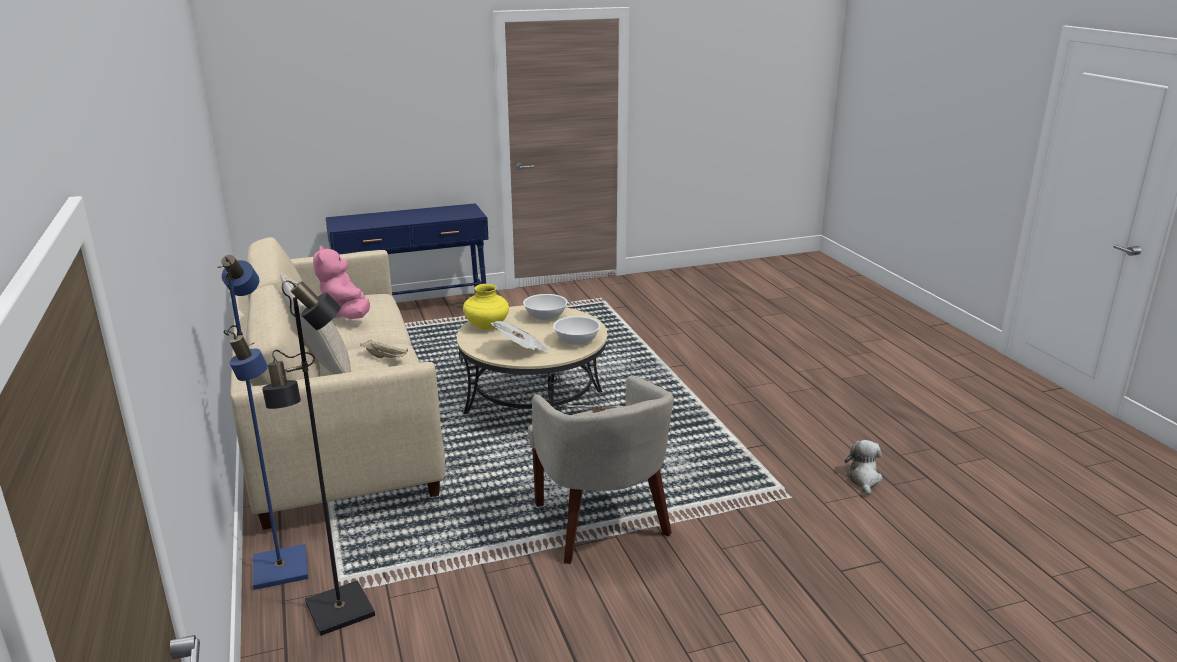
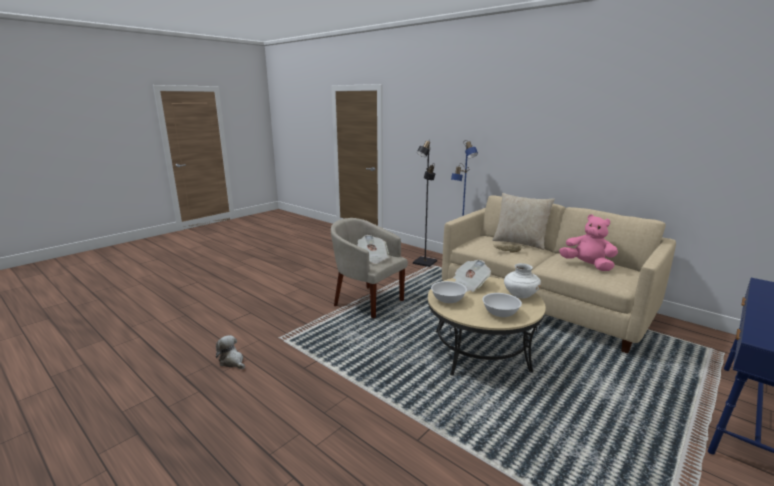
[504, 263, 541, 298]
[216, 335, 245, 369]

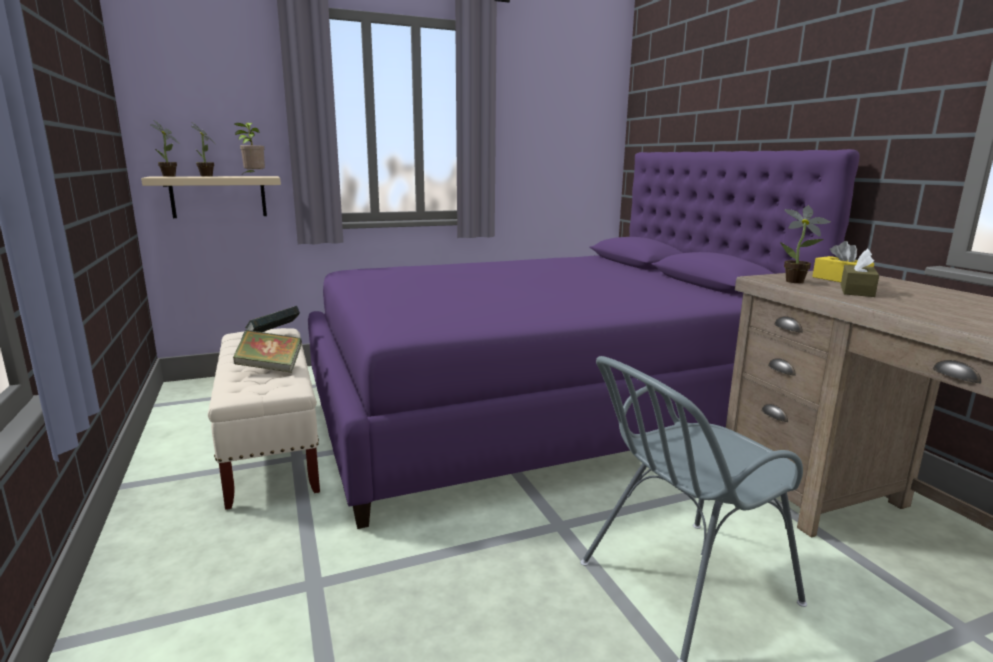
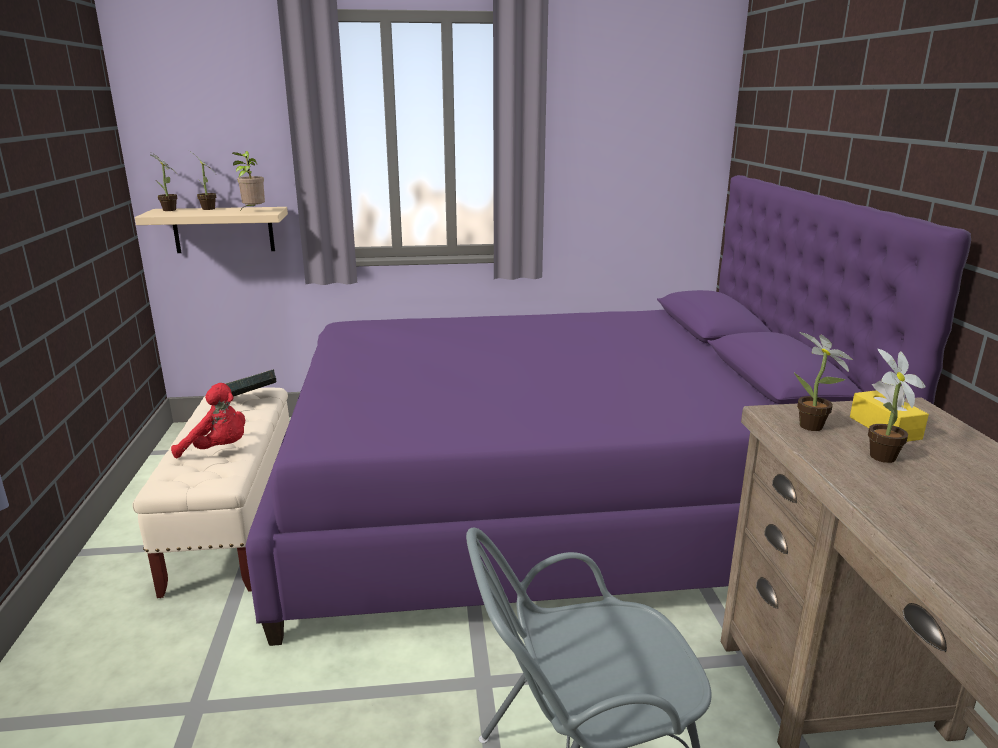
[171, 383, 245, 458]
[868, 349, 926, 463]

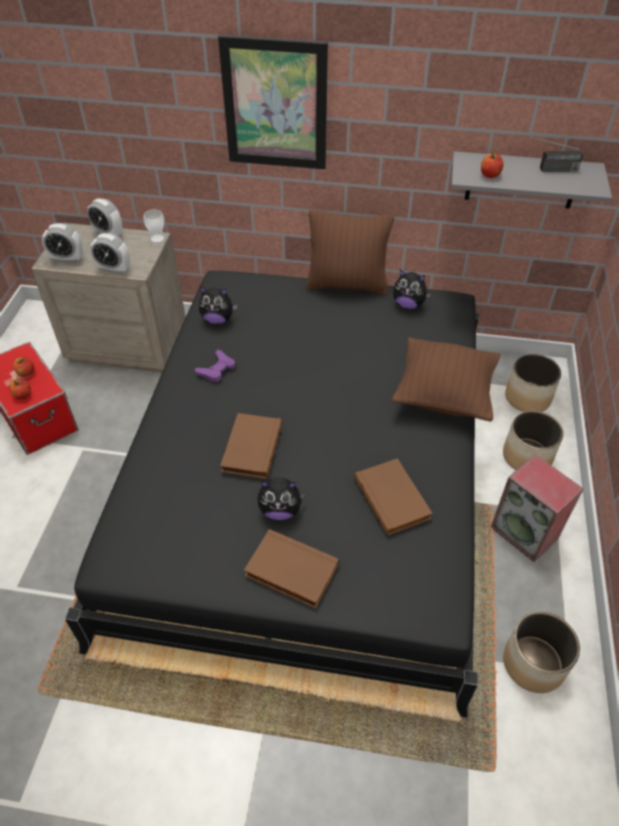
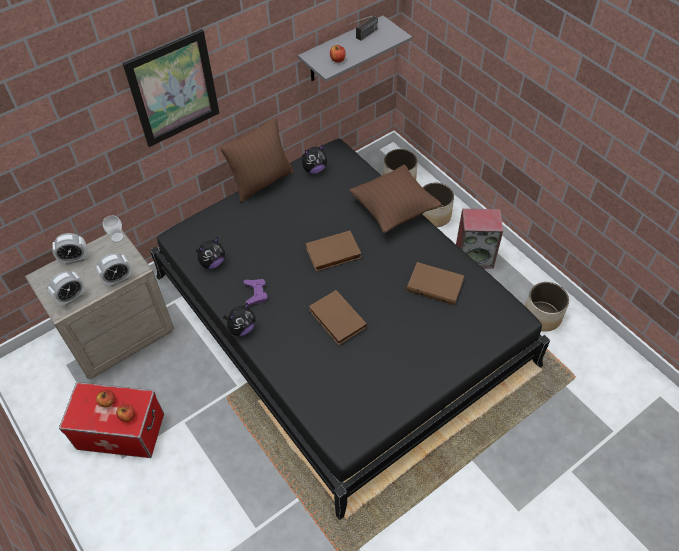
[305, 231, 361, 271]
[223, 303, 255, 336]

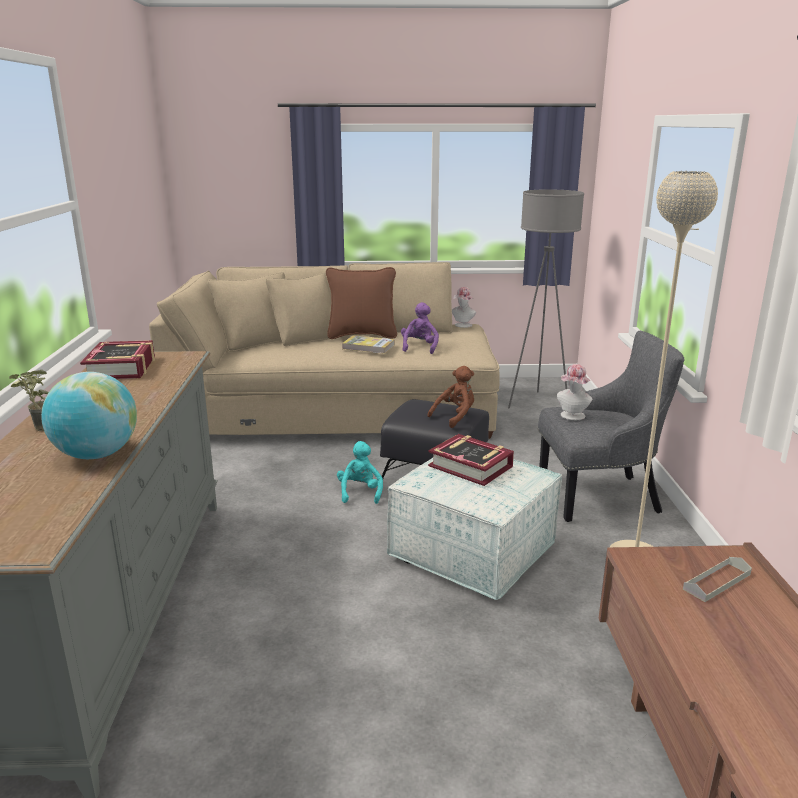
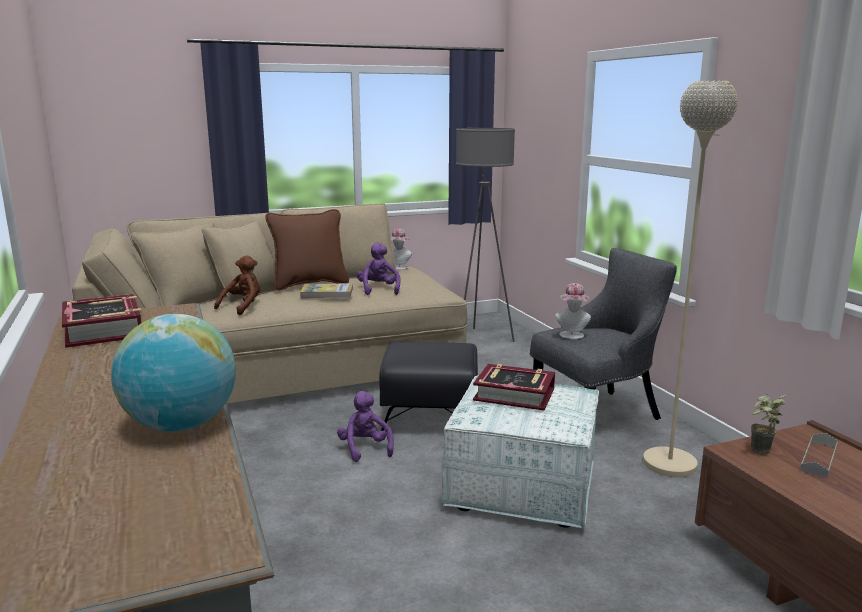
[751, 393, 788, 455]
[214, 255, 260, 315]
[337, 391, 394, 462]

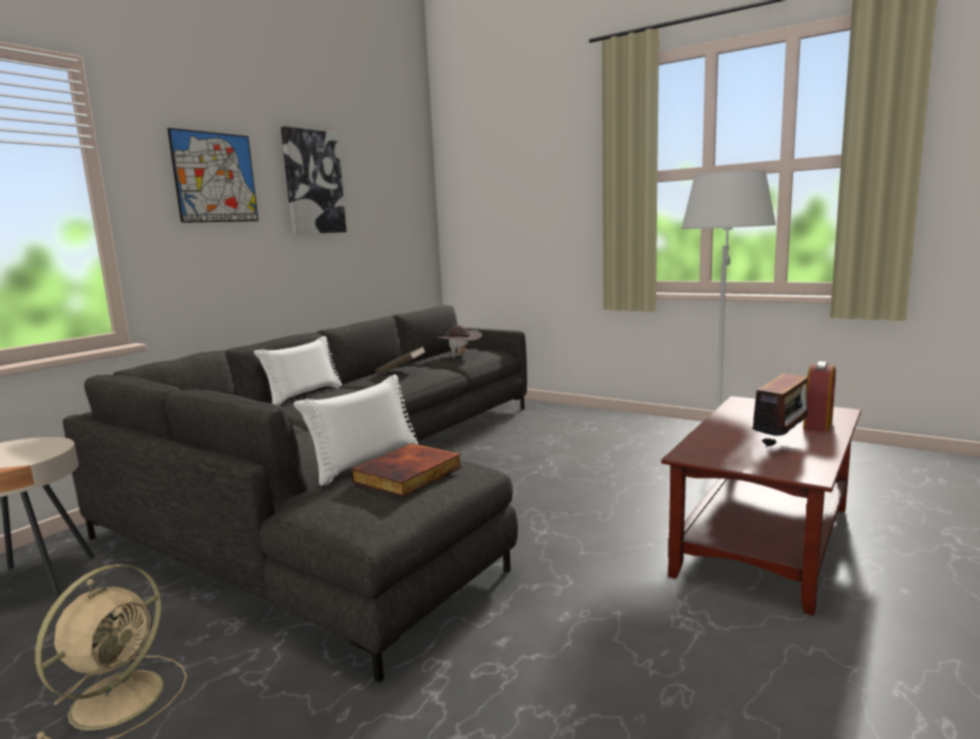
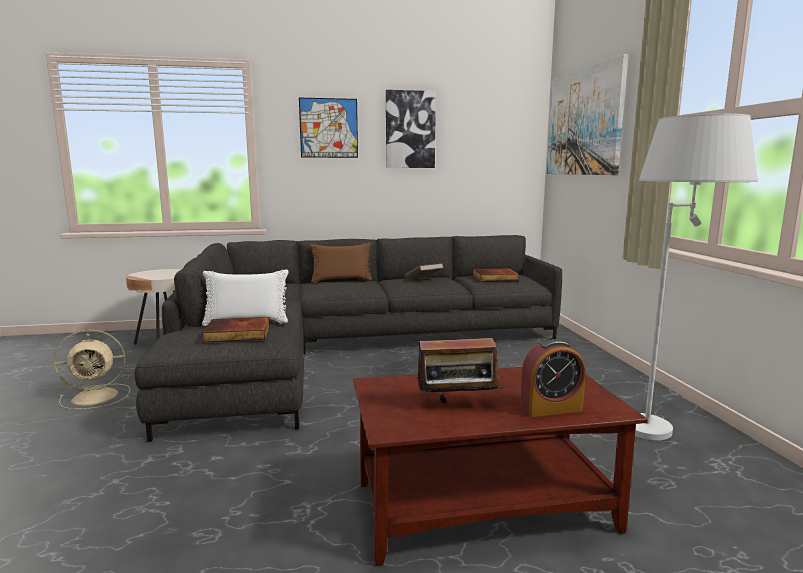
[547, 54, 628, 175]
[473, 268, 519, 282]
[309, 242, 372, 283]

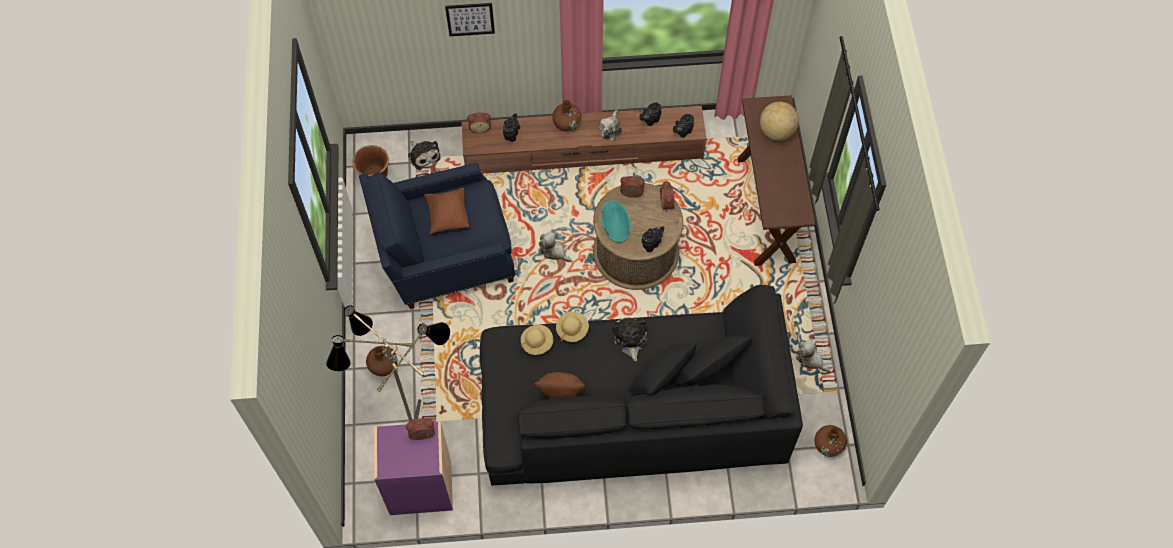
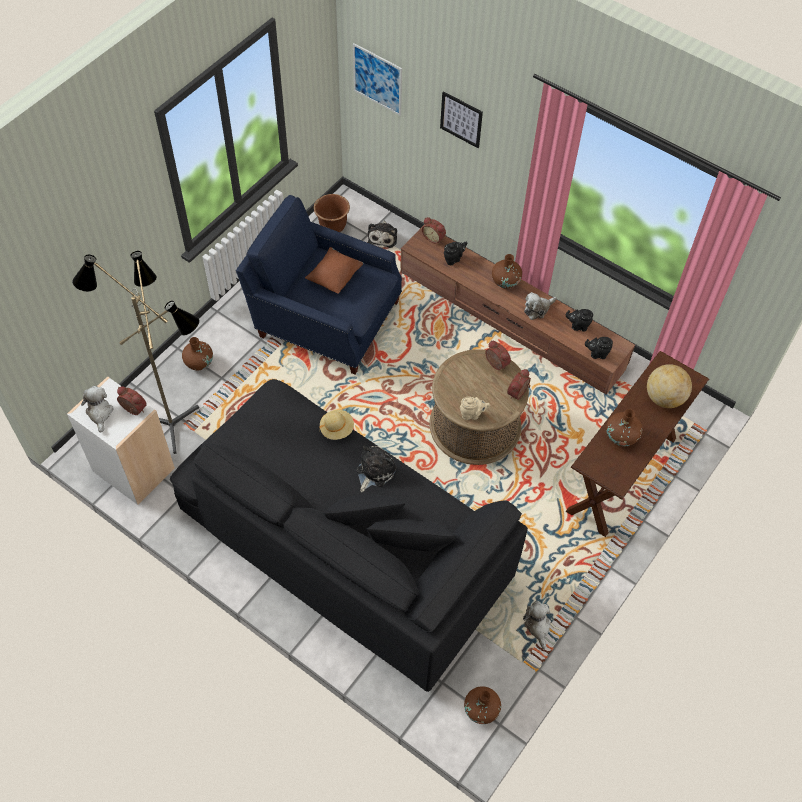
[521, 325, 553, 355] (first image)
[534, 372, 585, 398] (first image)
[601, 200, 631, 243] (first image)
[353, 43, 402, 116]
[606, 409, 642, 446]
[81, 386, 114, 433]
[67, 376, 175, 505]
[460, 397, 490, 420]

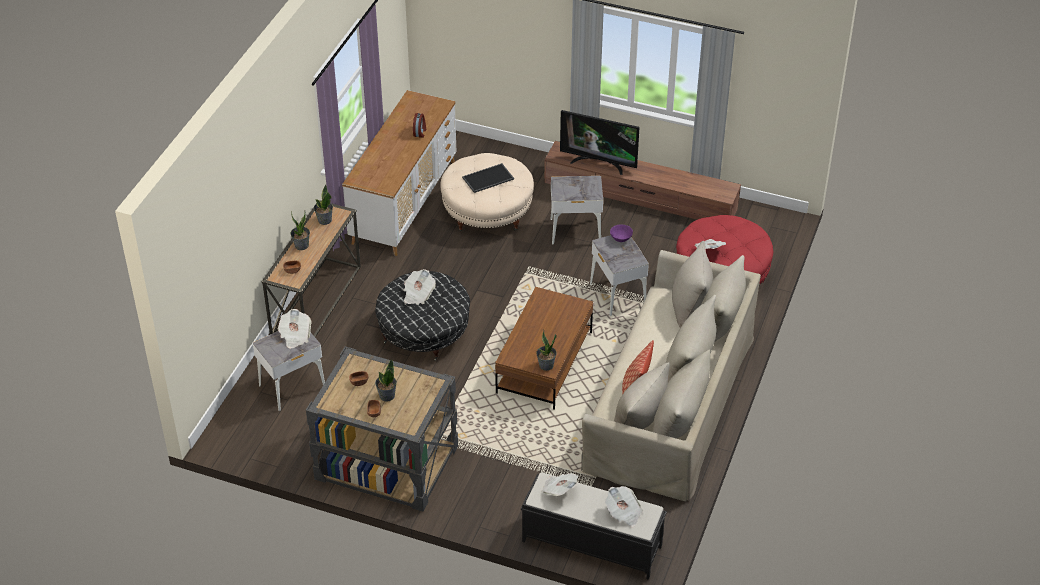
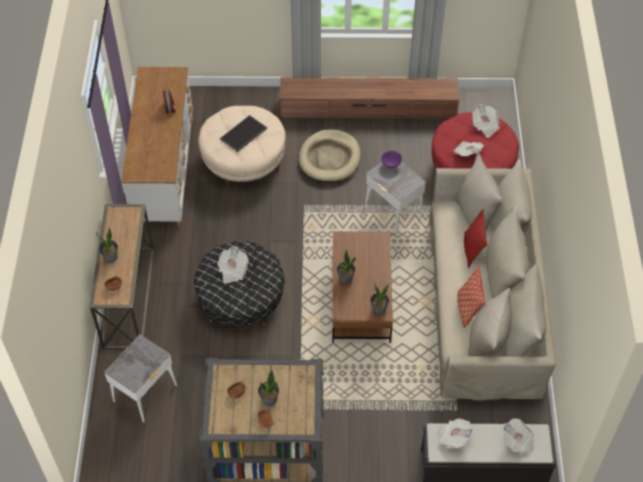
[560, 110, 639, 175] (first image)
[464, 209, 488, 268]
[472, 104, 500, 138]
[337, 249, 356, 284]
[299, 130, 361, 182]

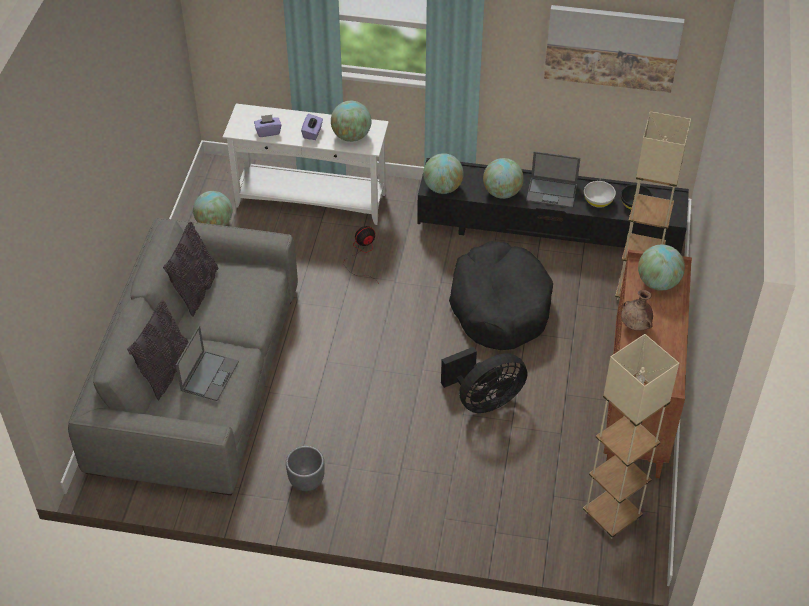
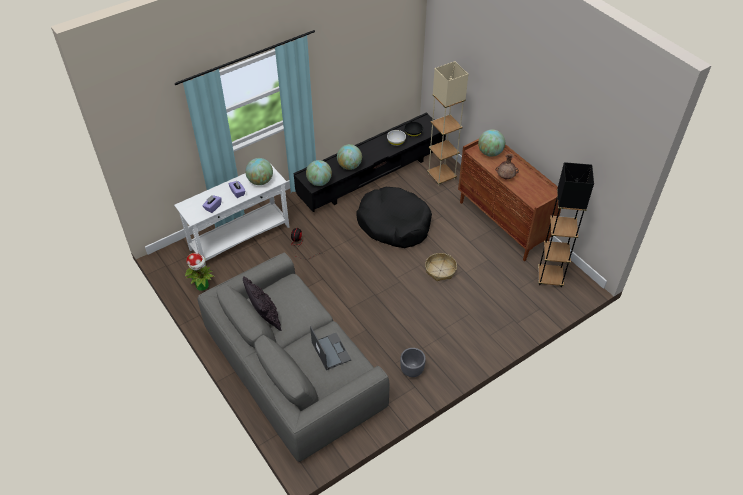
[127, 300, 188, 401] (first image)
[526, 151, 580, 208] (first image)
[544, 5, 684, 93] (first image)
[185, 253, 215, 291]
[425, 253, 457, 281]
[538, 162, 594, 287]

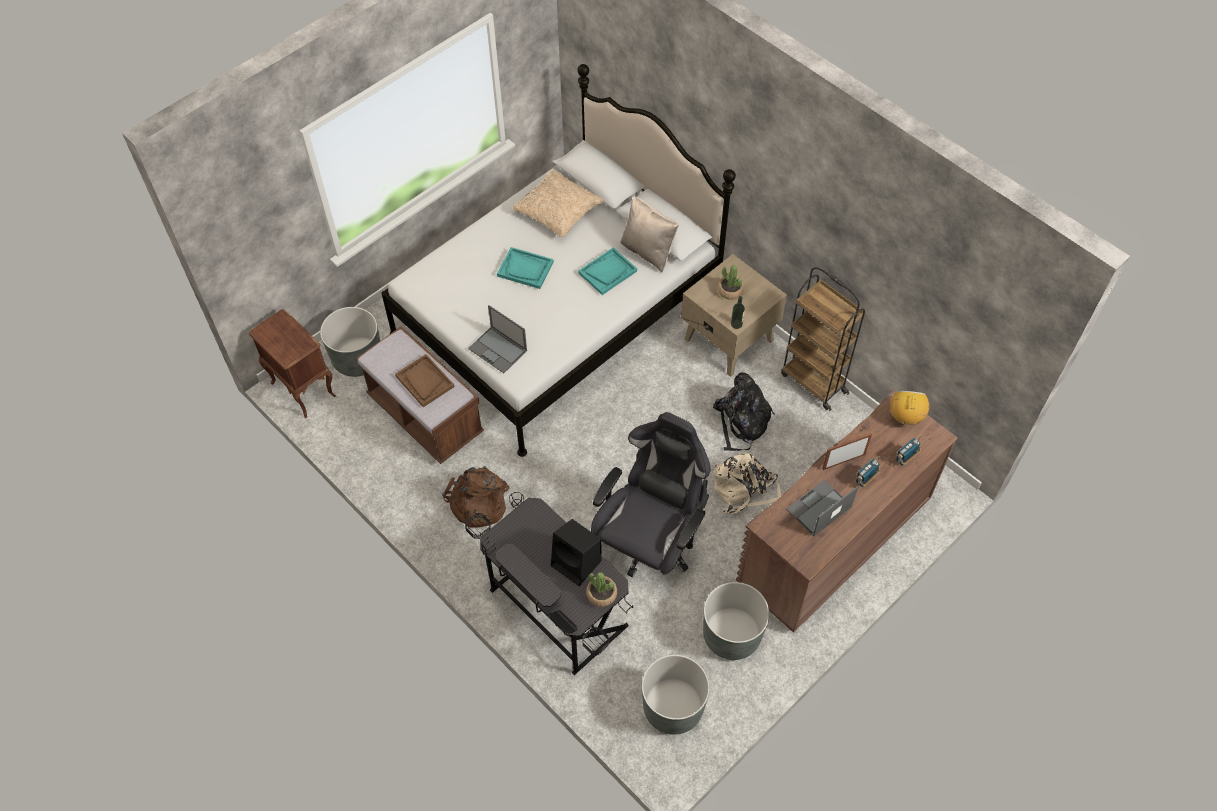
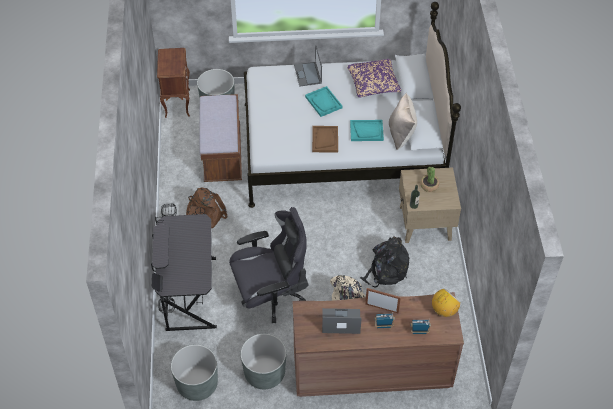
[551, 519, 602, 586] (first image)
[586, 572, 617, 607] (first image)
[781, 267, 865, 411] (first image)
[312, 126, 338, 153]
[294, 45, 322, 87]
[347, 59, 401, 98]

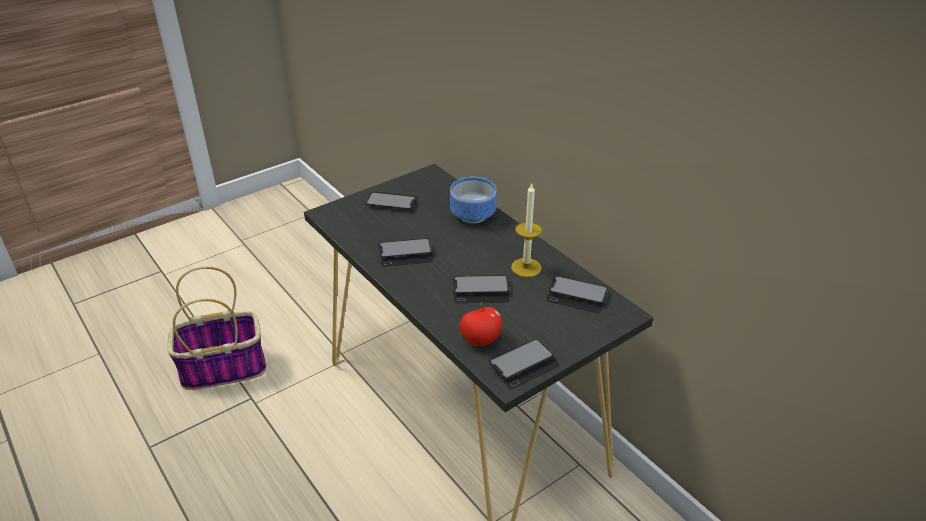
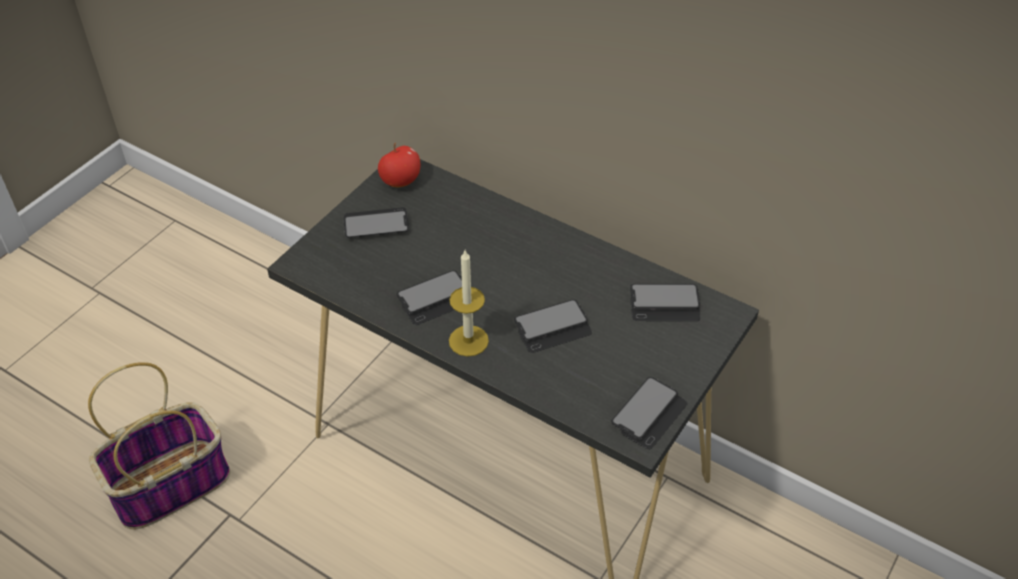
[450, 177, 496, 224] (first image)
[378, 143, 421, 187]
[449, 250, 489, 357]

